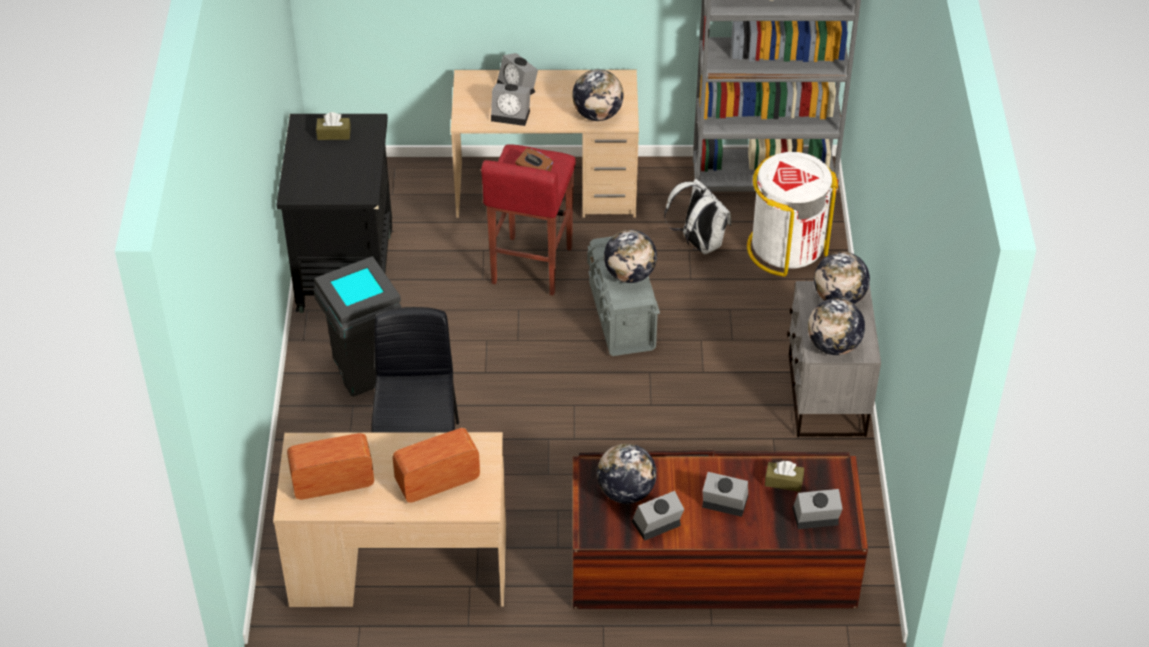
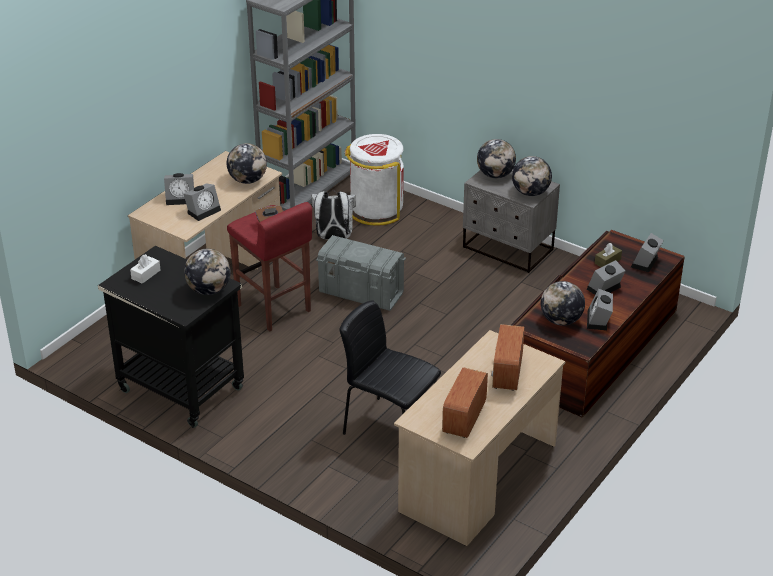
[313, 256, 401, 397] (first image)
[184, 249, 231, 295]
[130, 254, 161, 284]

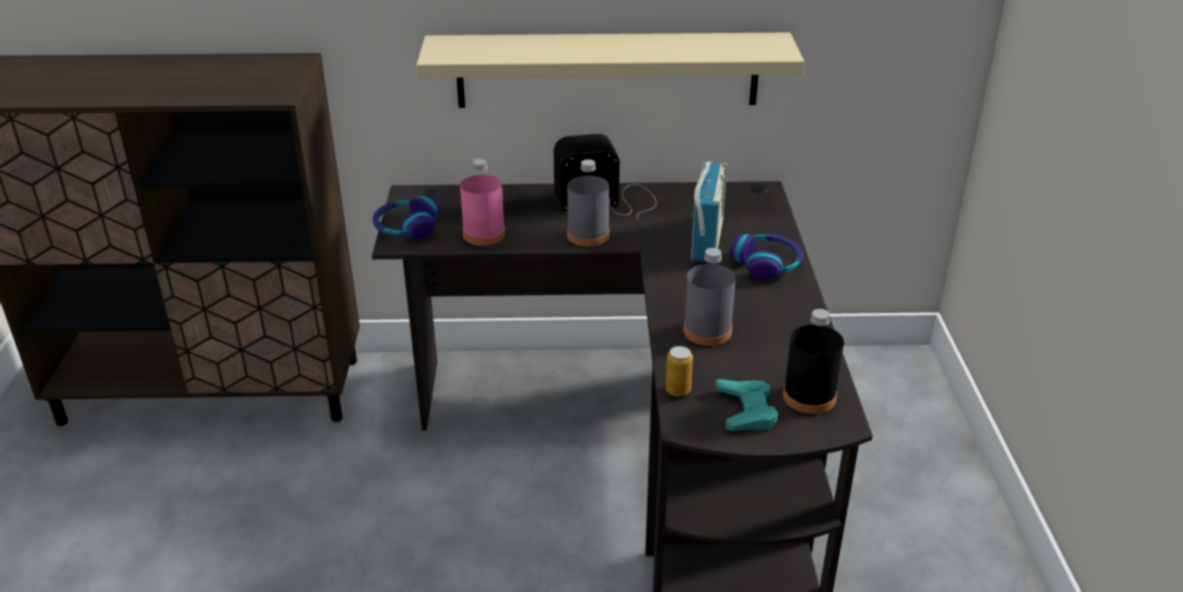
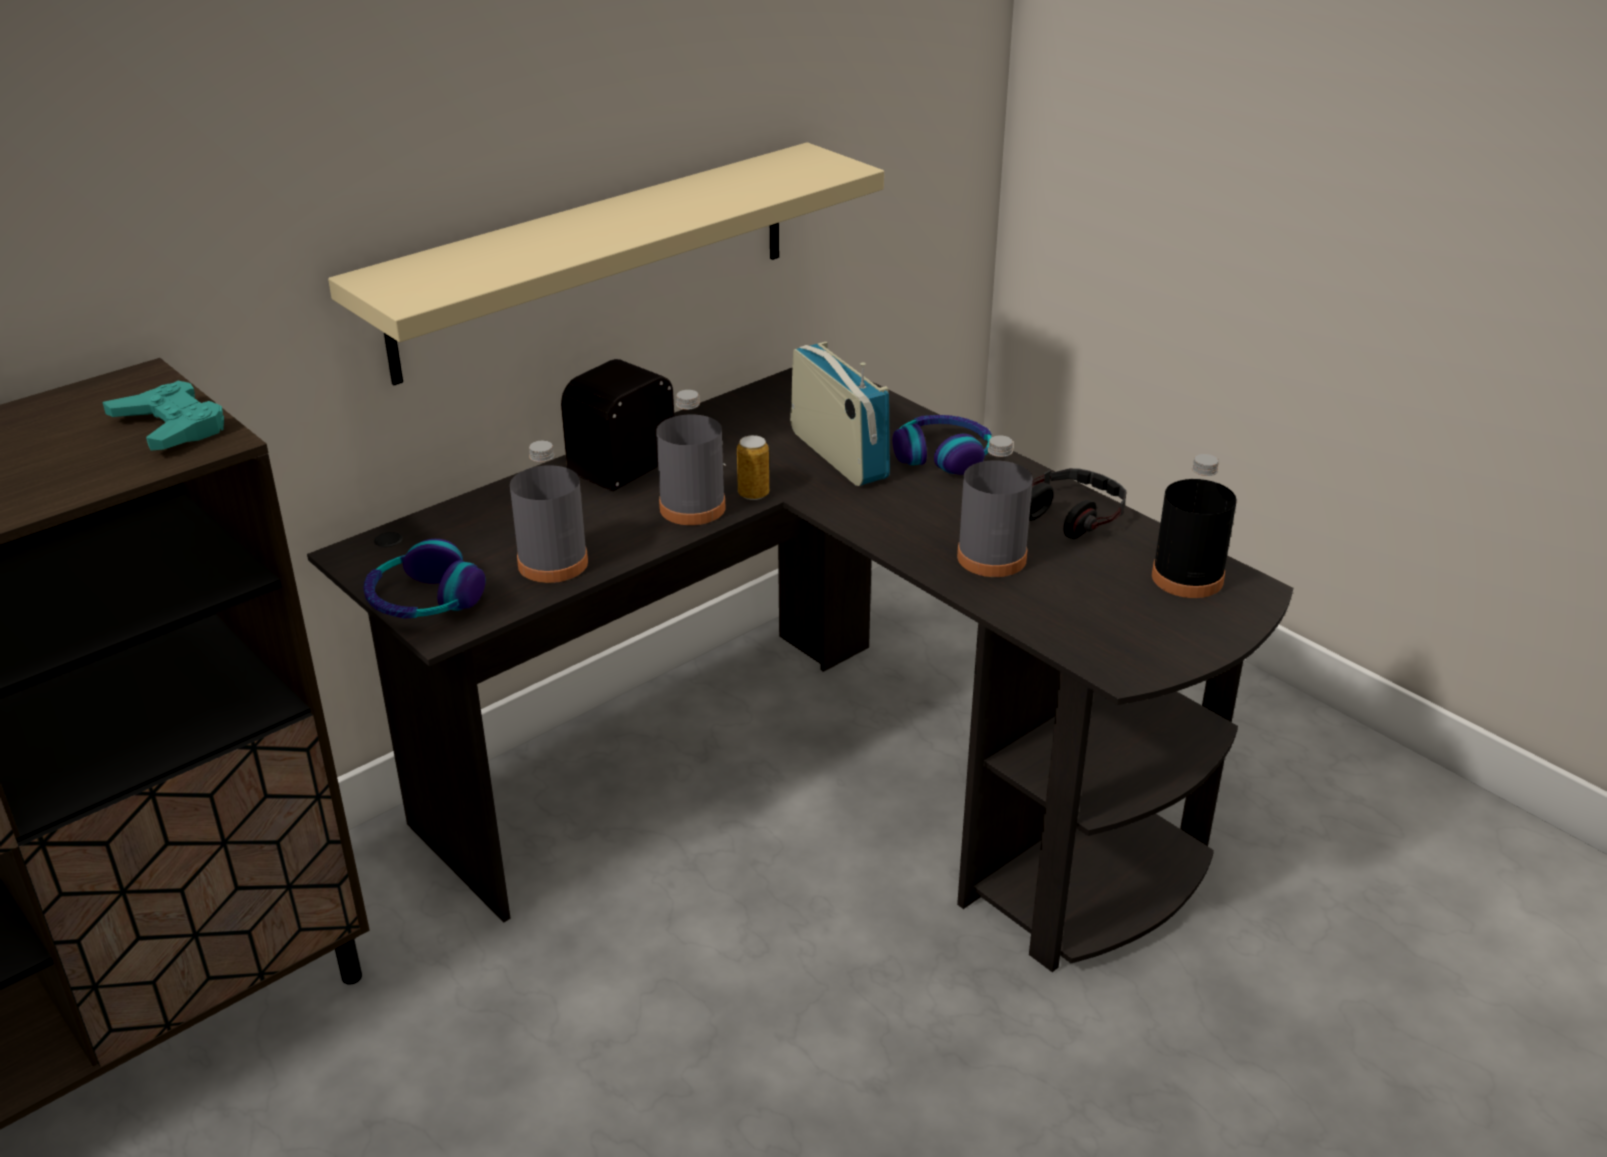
[1029, 468, 1127, 539]
[737, 435, 769, 500]
[103, 381, 224, 451]
[510, 440, 588, 583]

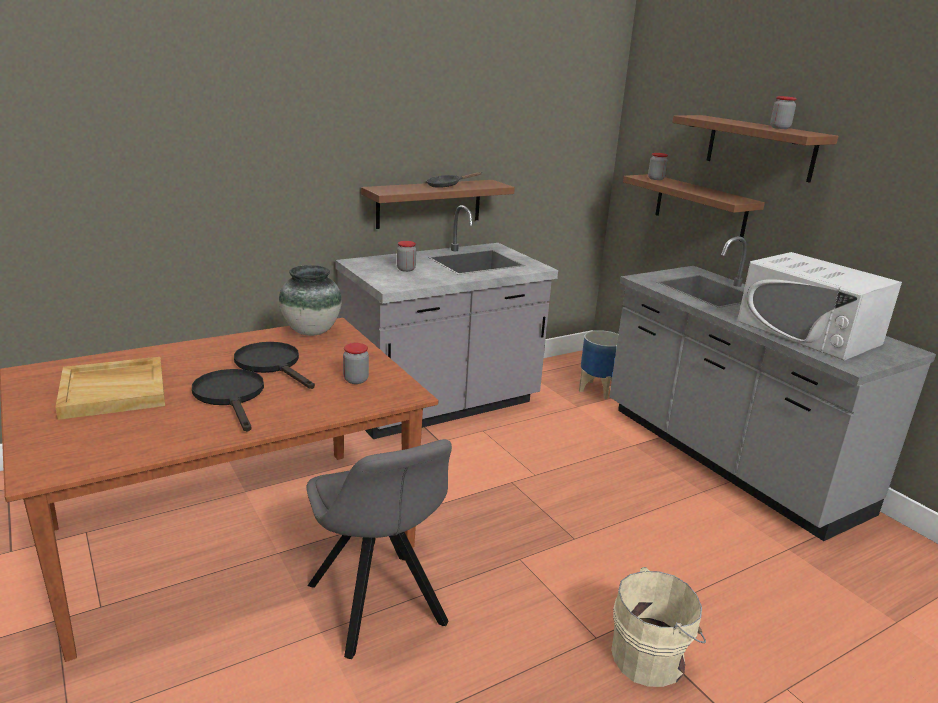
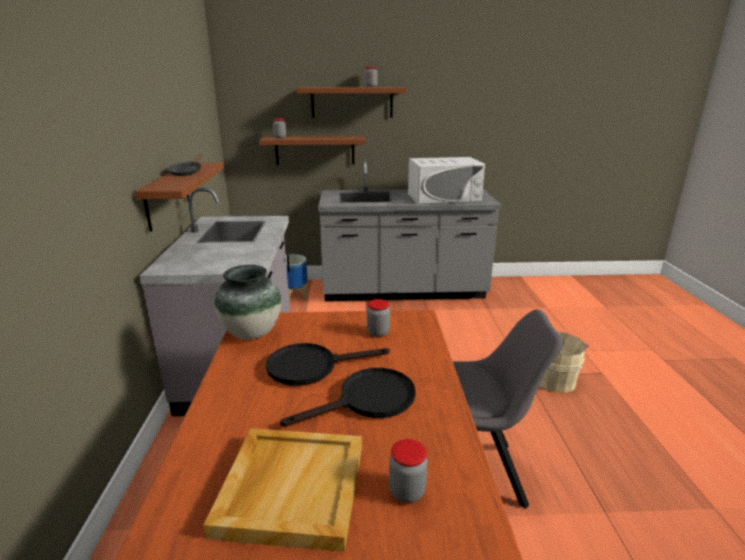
[389, 439, 428, 503]
[280, 368, 416, 427]

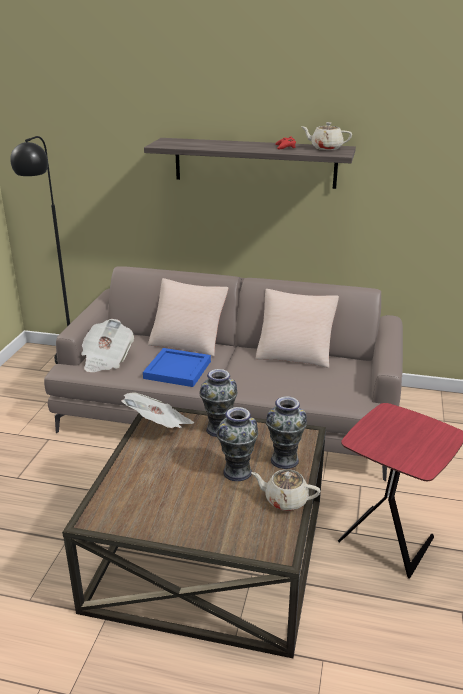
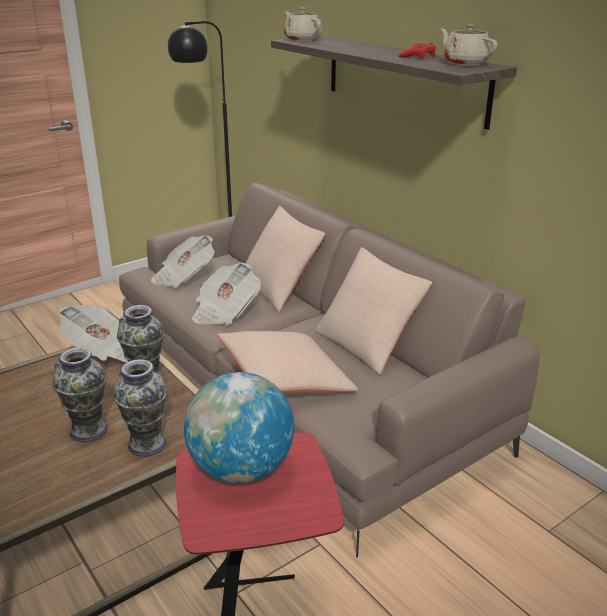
[184, 372, 294, 484]
[217, 331, 358, 394]
[284, 7, 322, 41]
[192, 263, 261, 325]

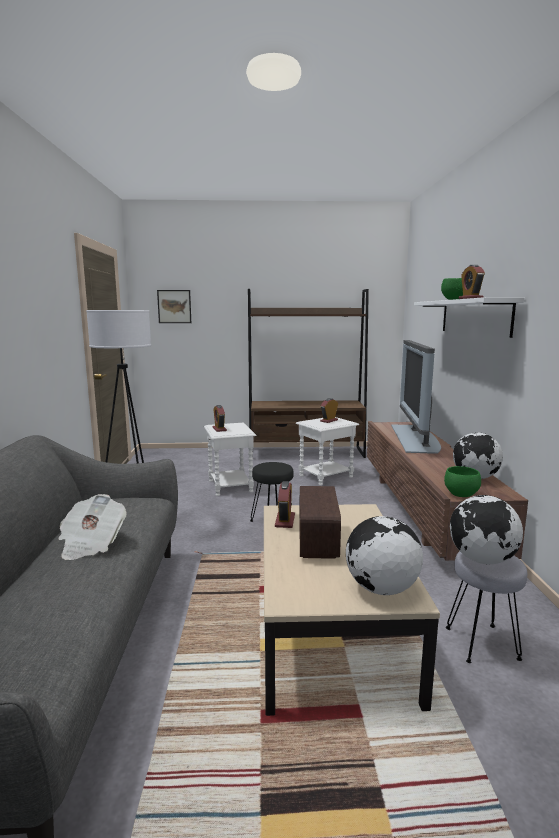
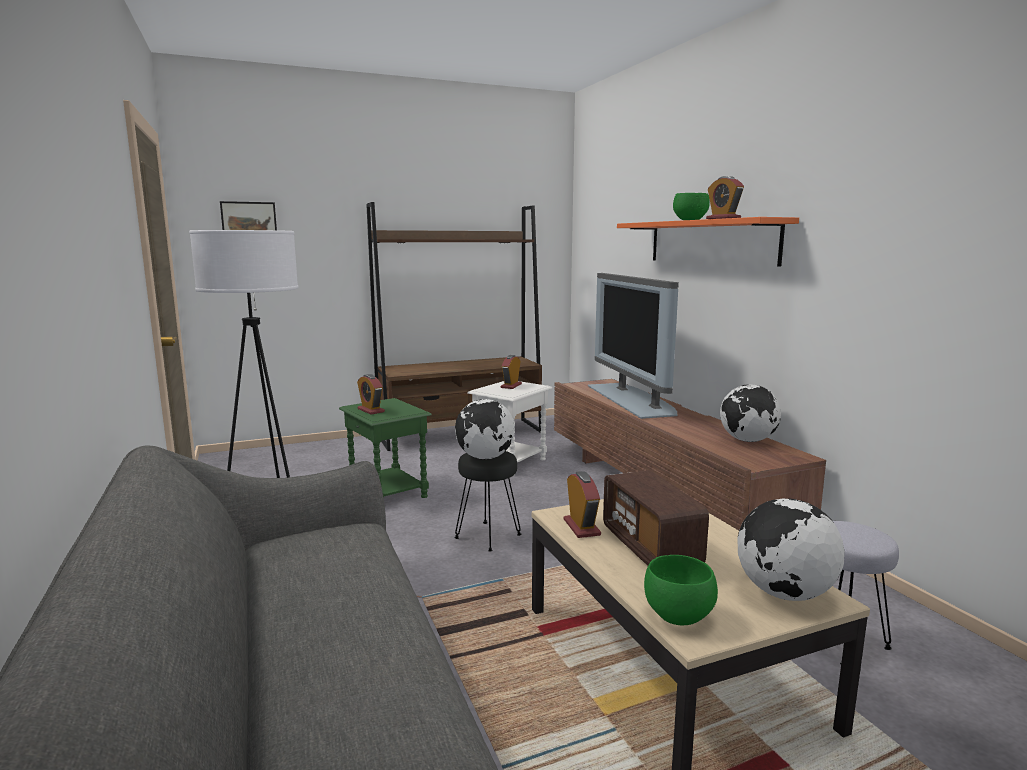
[58, 494, 127, 560] (first image)
[644, 555, 718, 625]
[455, 399, 515, 459]
[339, 398, 432, 498]
[617, 217, 799, 266]

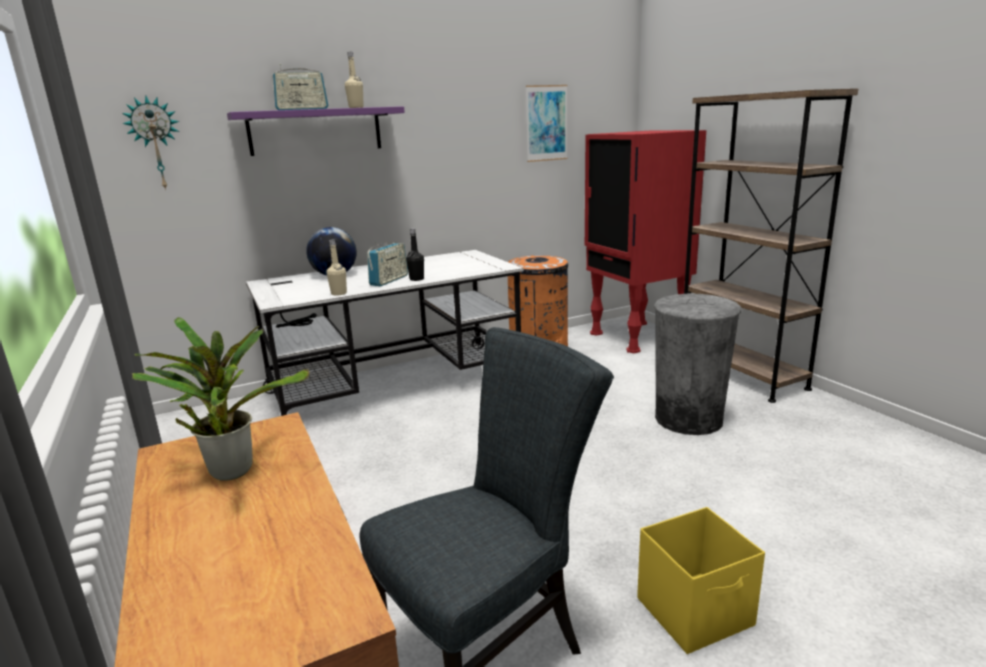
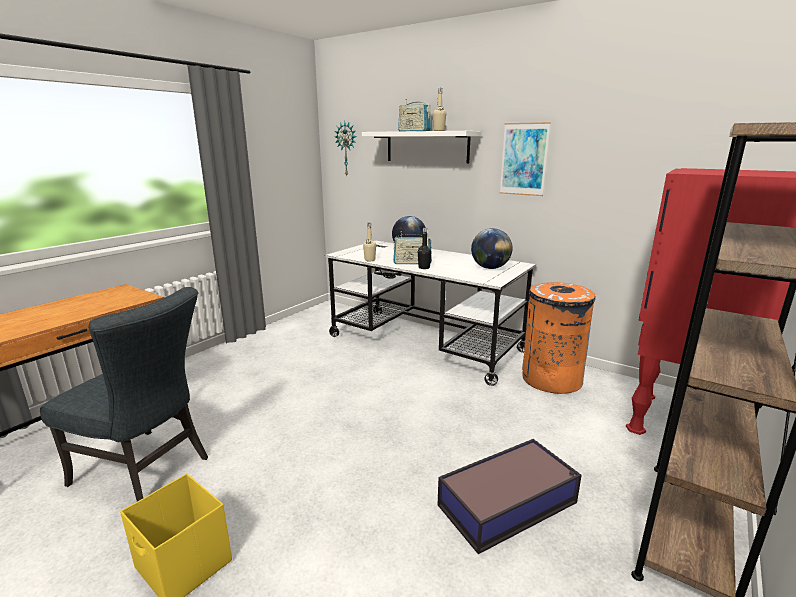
[132, 317, 310, 481] (first image)
[471, 228, 513, 269]
[500, 122, 551, 196]
[437, 439, 582, 554]
[362, 131, 481, 163]

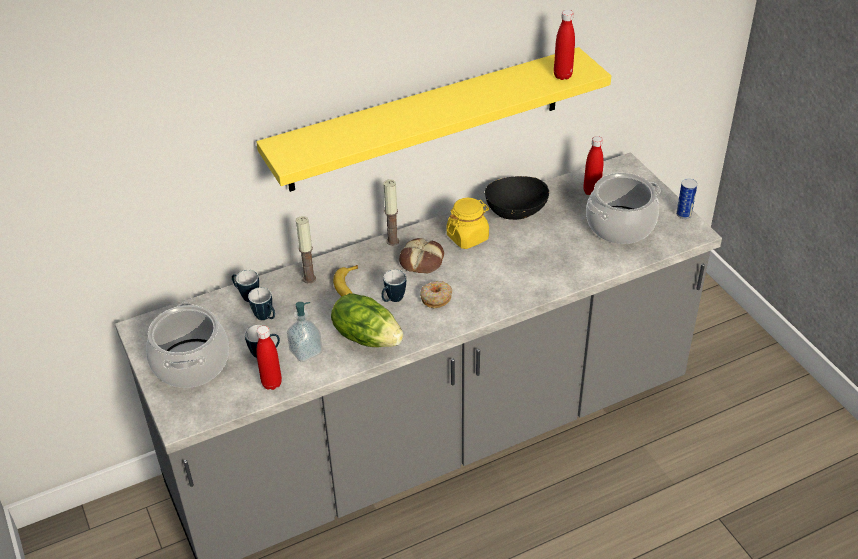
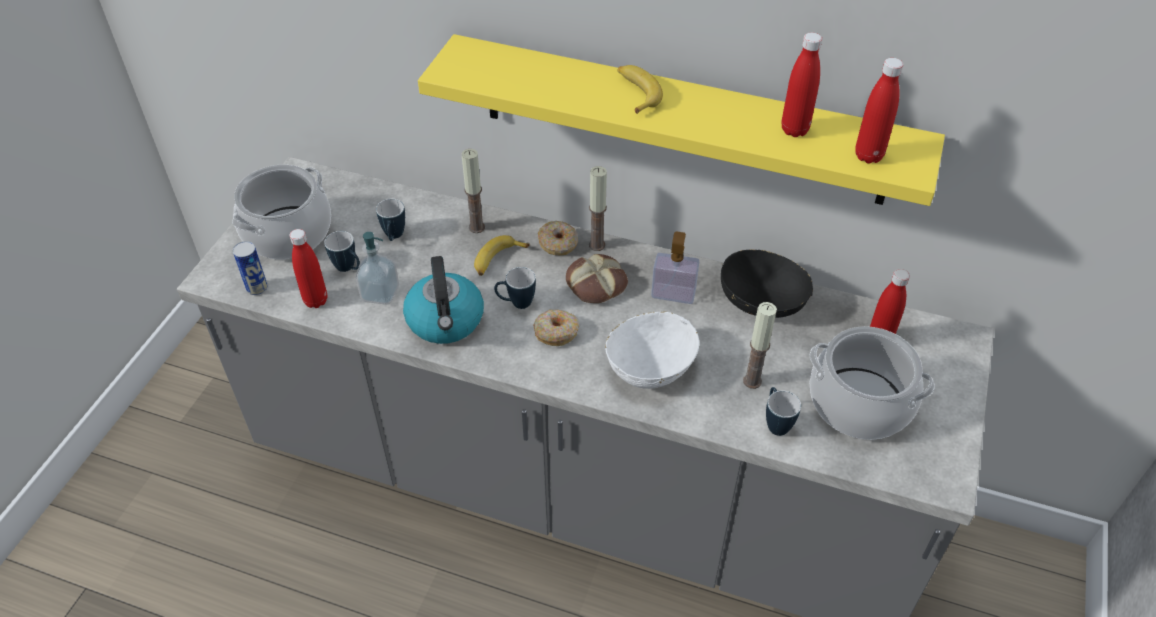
[538, 221, 578, 256]
[605, 312, 699, 389]
[617, 65, 663, 114]
[743, 302, 777, 389]
[782, 32, 822, 137]
[766, 387, 801, 436]
[233, 241, 268, 295]
[403, 256, 484, 344]
[651, 231, 699, 304]

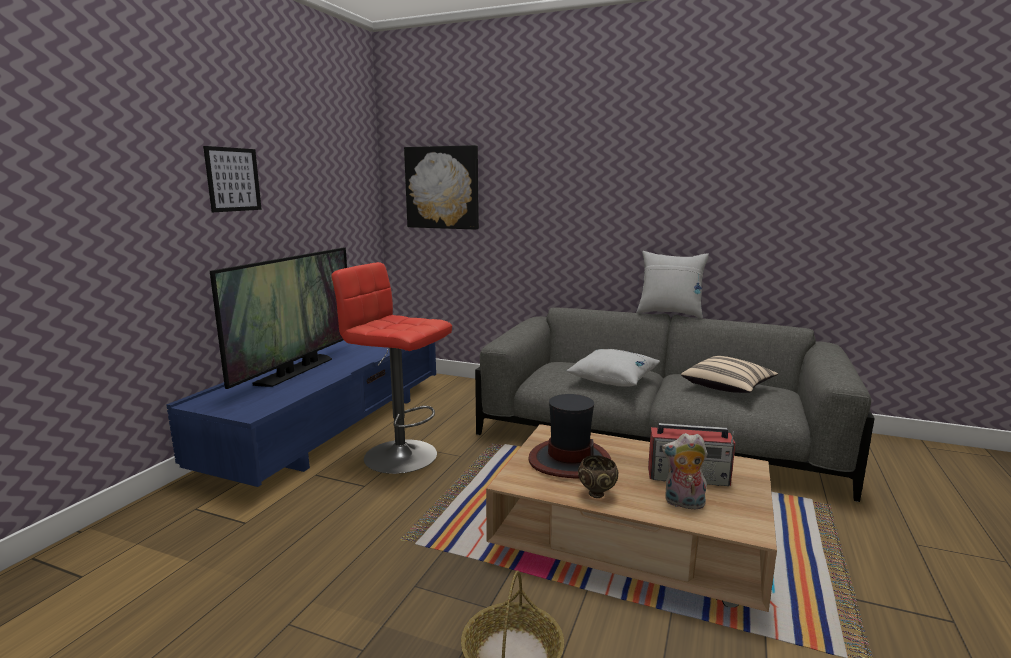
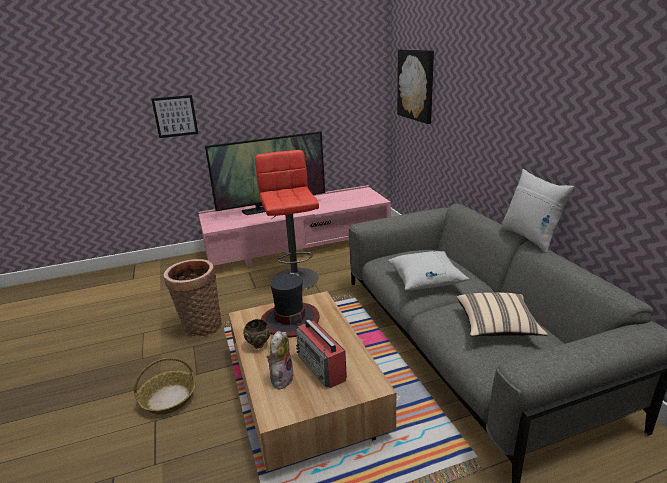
[163, 259, 222, 337]
[151, 95, 198, 138]
[198, 185, 391, 268]
[266, 331, 295, 389]

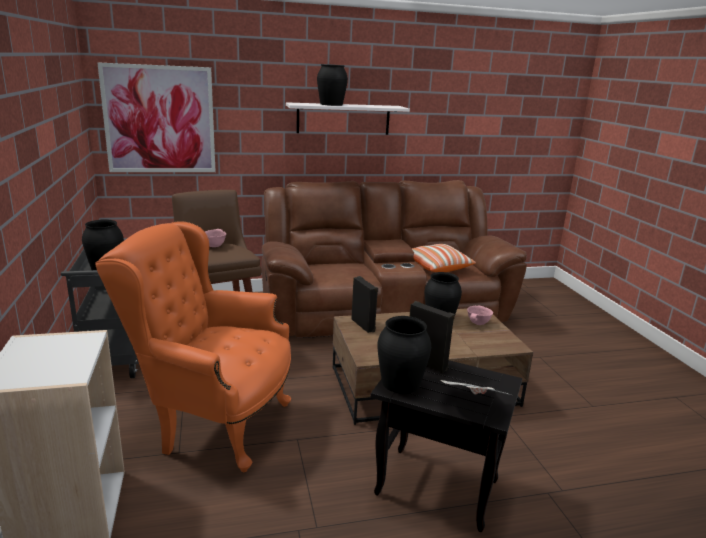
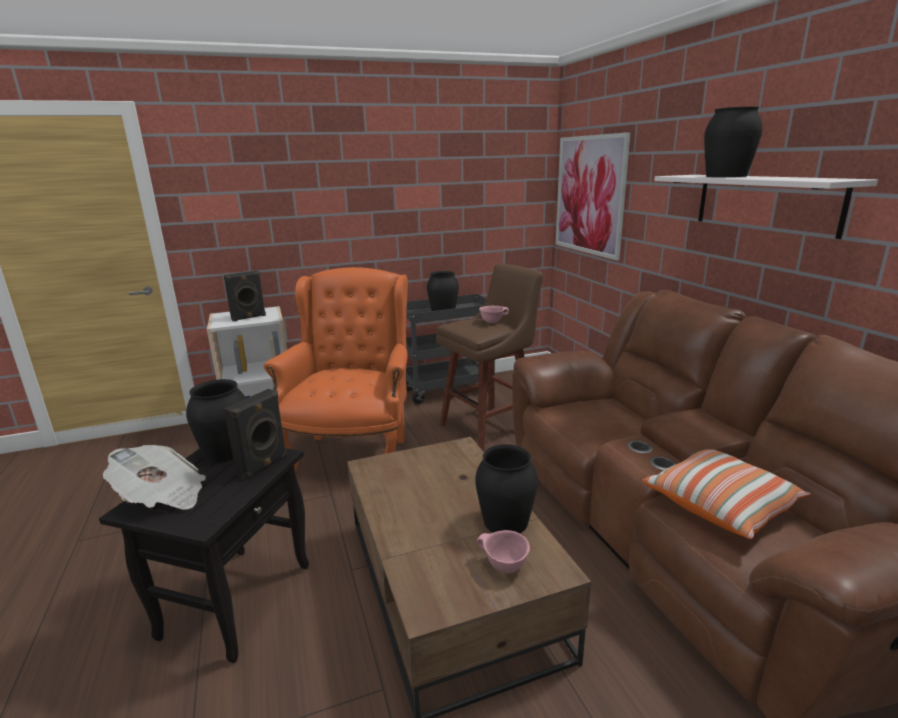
[224, 271, 266, 321]

